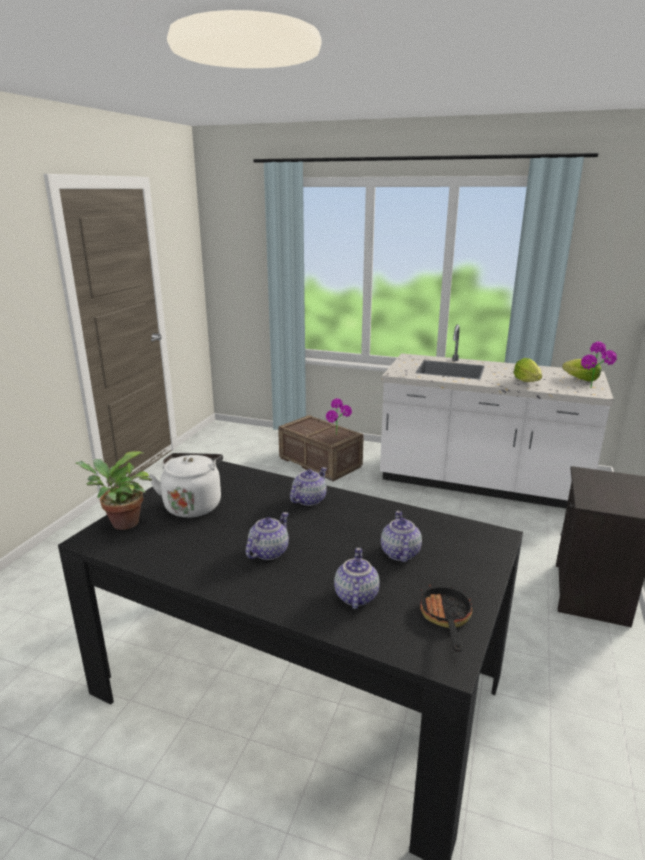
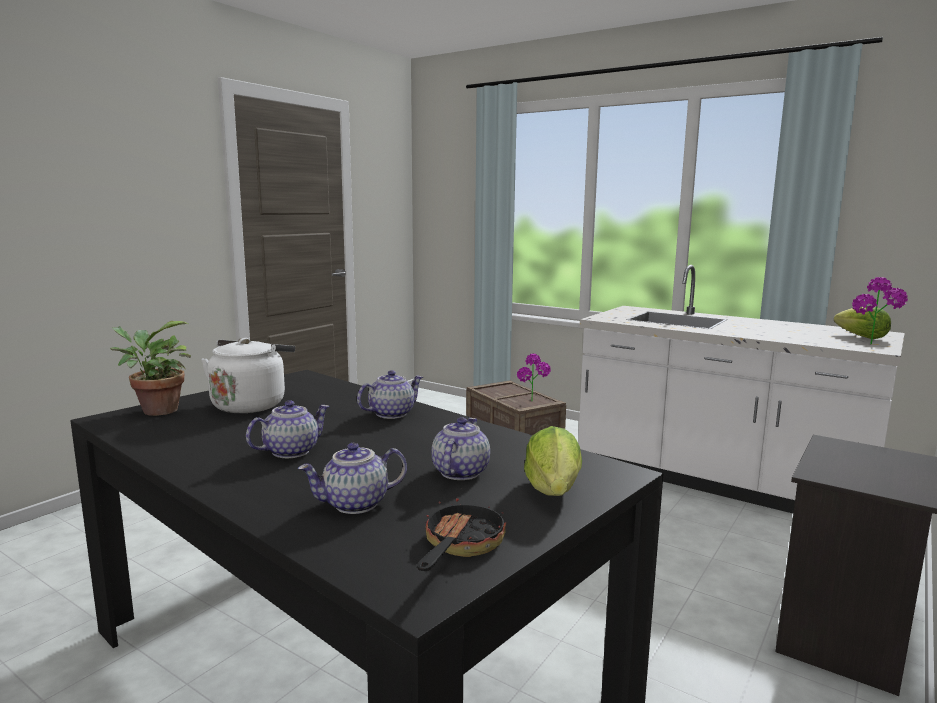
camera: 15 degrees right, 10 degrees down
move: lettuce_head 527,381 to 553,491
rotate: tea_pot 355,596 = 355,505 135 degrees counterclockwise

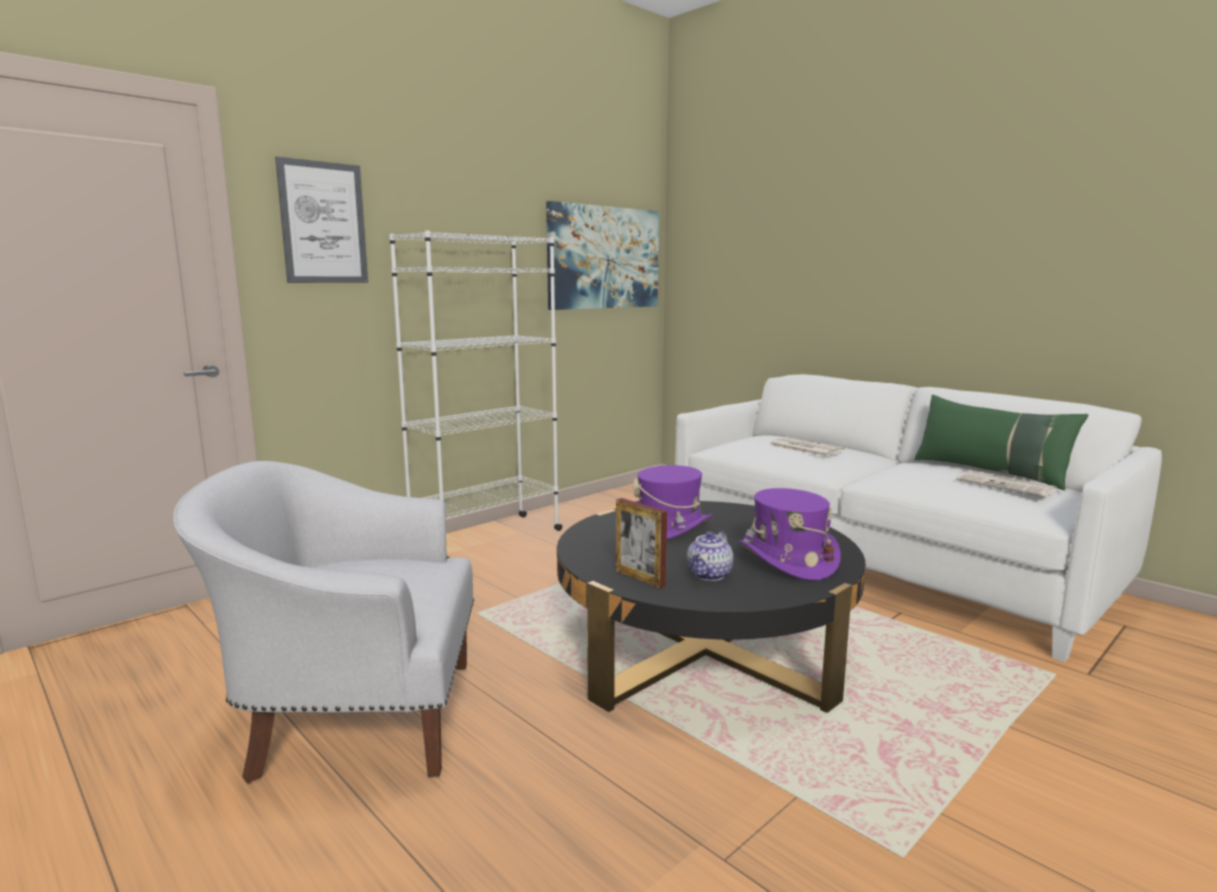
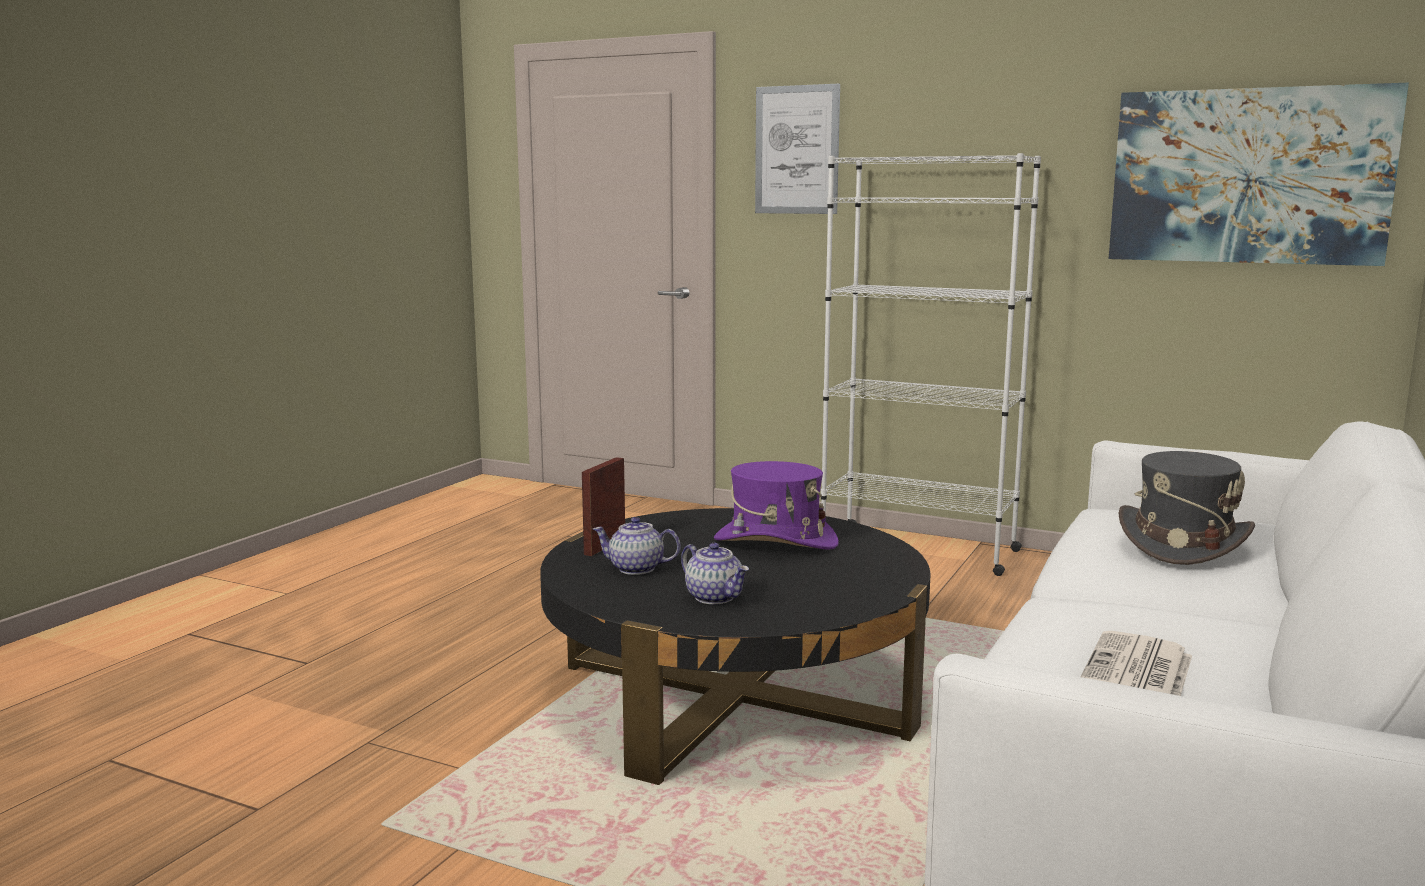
camera: 70 degrees right, 0 degrees up
delete: whitish_armchair 356,717; green-coloured_cushion 990,472
replace: purplish_hat 787,560 to tea_pot 715,597; printed_paper 804,448 to gray_hat 1182,543

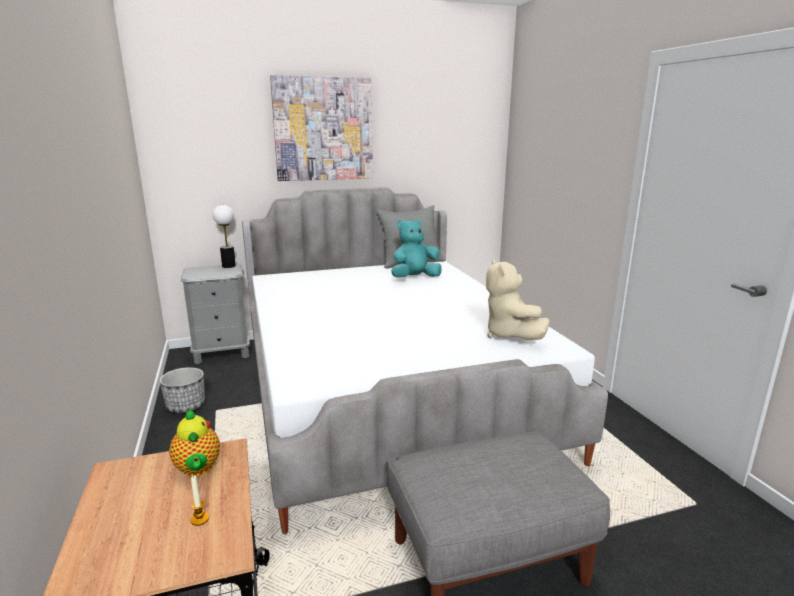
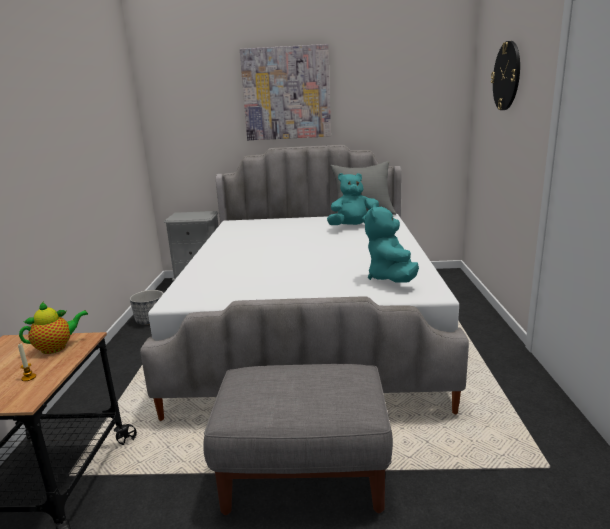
camera: 20 degrees right, 0 degrees up
delete: lamp_for_a_table 229,266
insert: clock_on_the_wall 507,76
recolor: beige-coloured_soft_toy 510,335 to turquoise-coloured_soft_toy 391,279
rotate: tea_pot 198,469 = 57,347 120 degrees counterclockwise

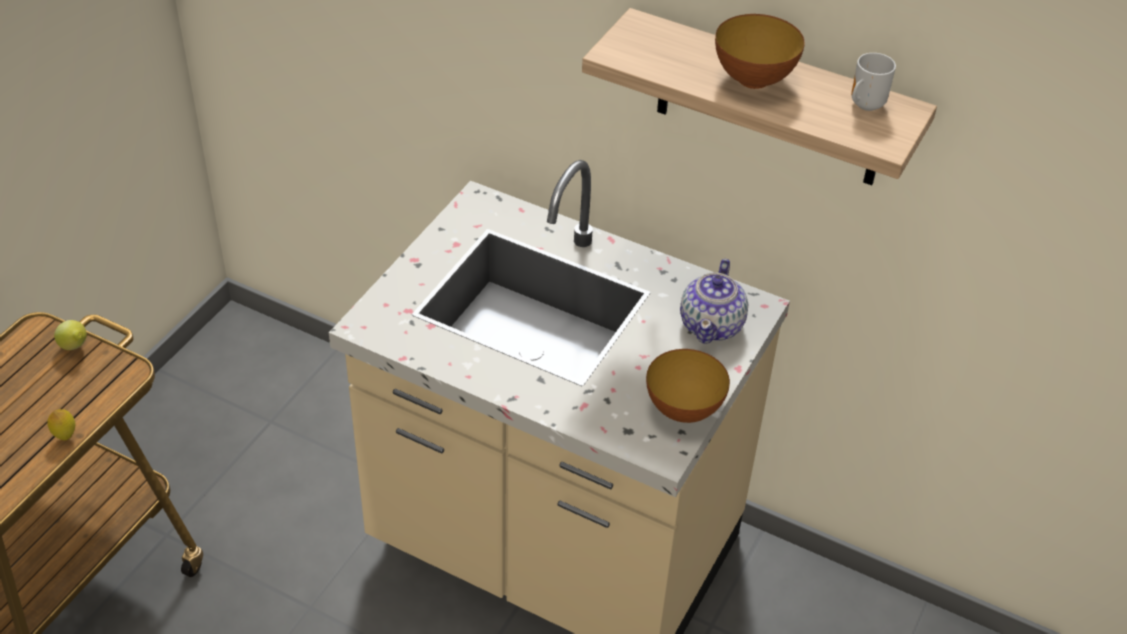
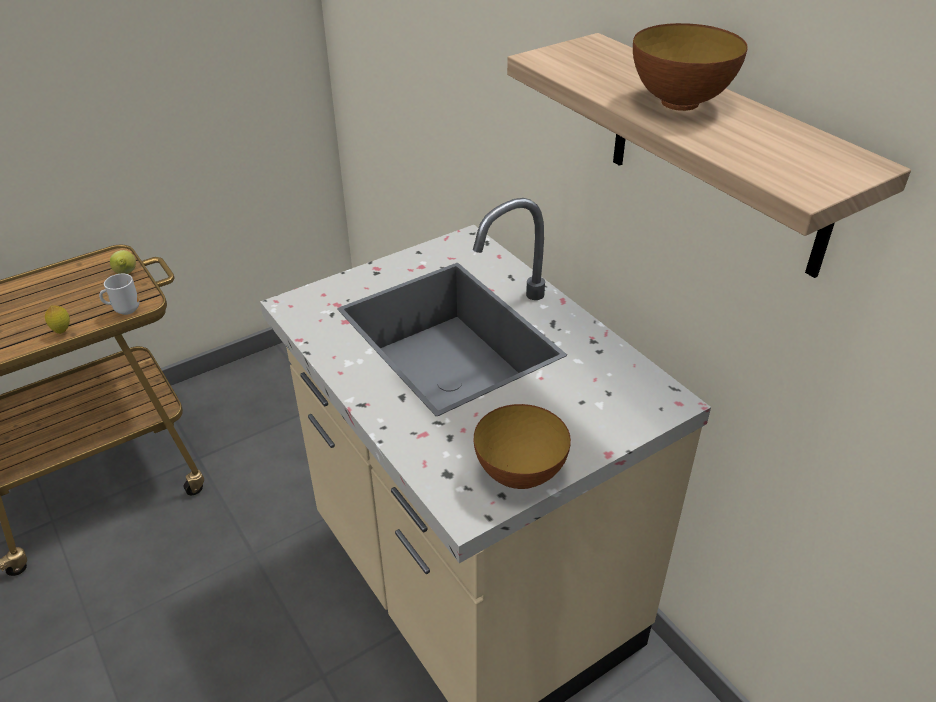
camera: 30 degrees right, 5 degrees down
delete: tea_pot 712,325
move: coffee_mug 864,105 to 125,310

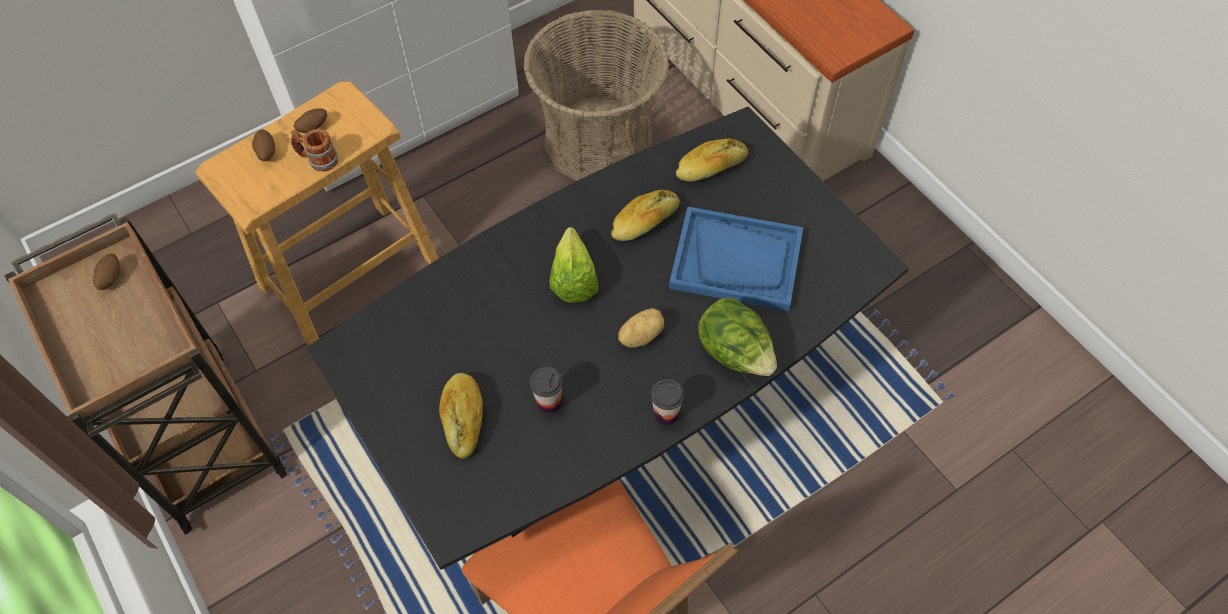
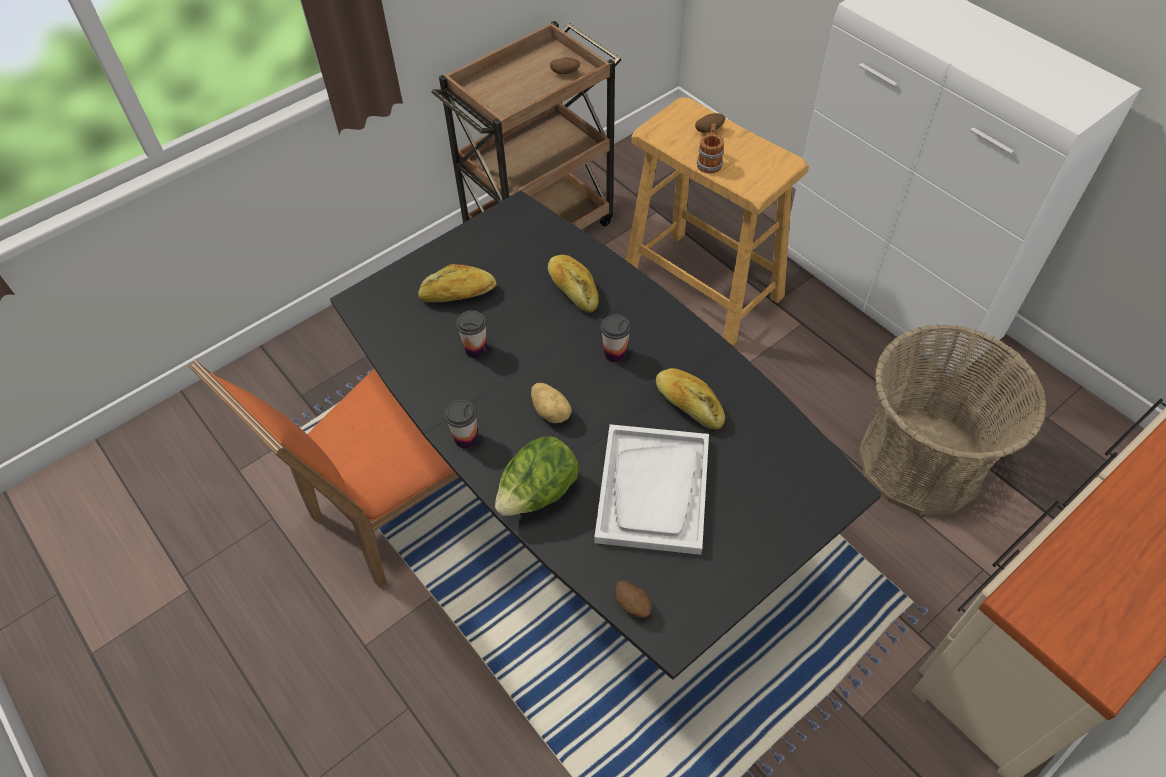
camera: 85 degrees right, 5 degrees down
move: potato 313,127 to 632,605; bakery_bread 711,168 to 573,289
replace: lettuce_head 575,274 to drinking_cup 615,353
recolor: blue_tray 736,260 to whitish_tray 653,490

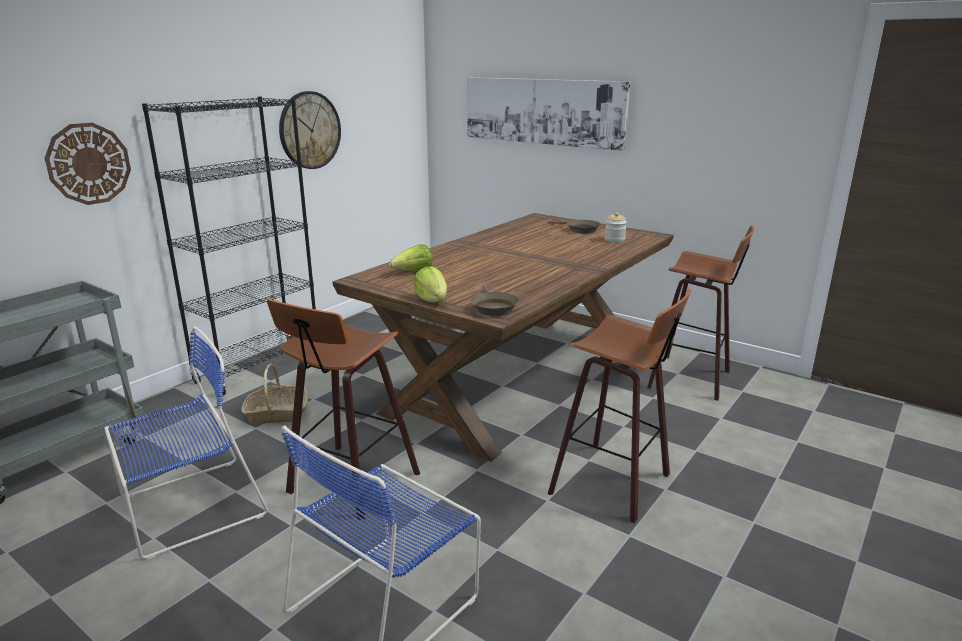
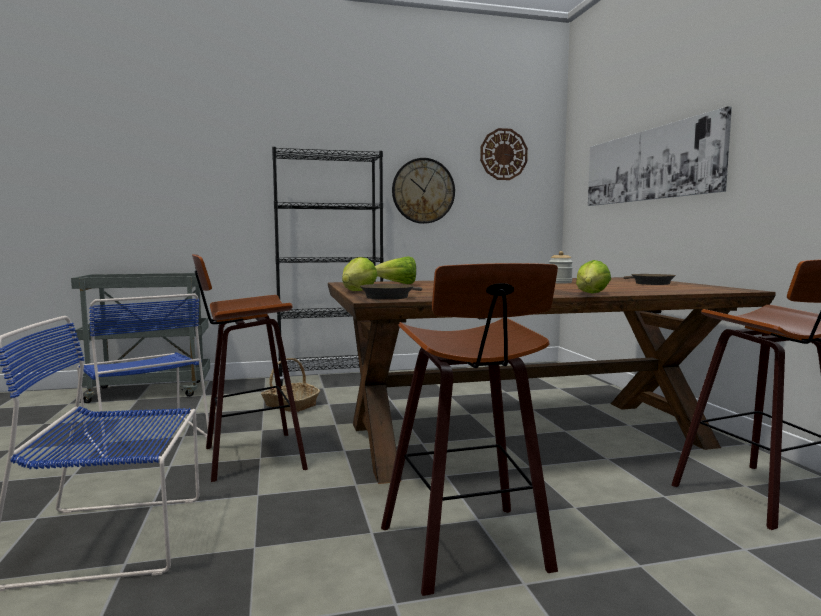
camera: 40 degrees right, 15 degrees down
insert: lettuce_head 591,294
move: clock_on_the_wall 89,164 to 503,154; storage_jar 614,240 to 560,282
rotate: blue_chair 188,508 = 145,434 45 degrees clockwise

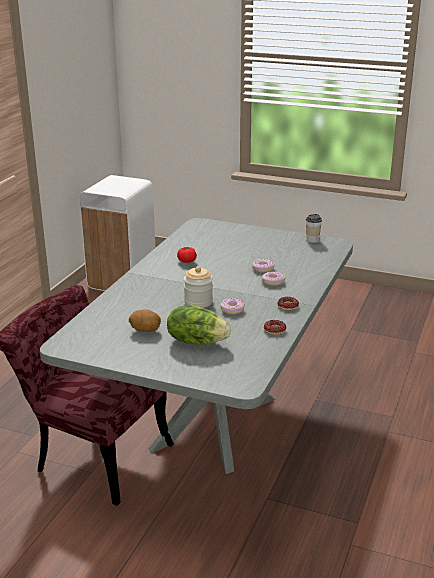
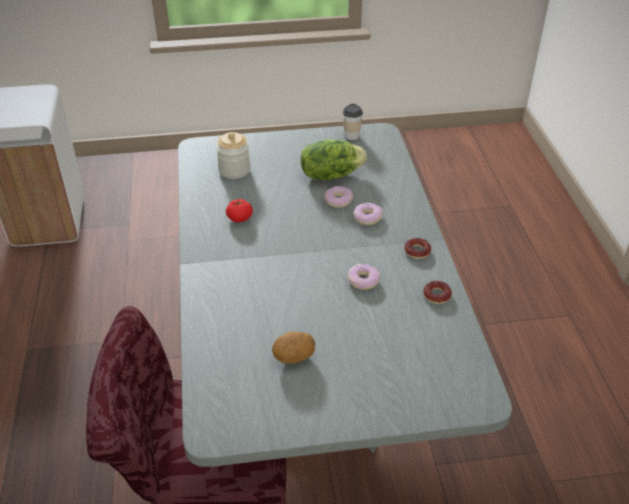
camera: 30 degrees left, 15 degrees up
move: lettuce_head 197,341 to 330,174; storage_jar 198,302 to 234,170

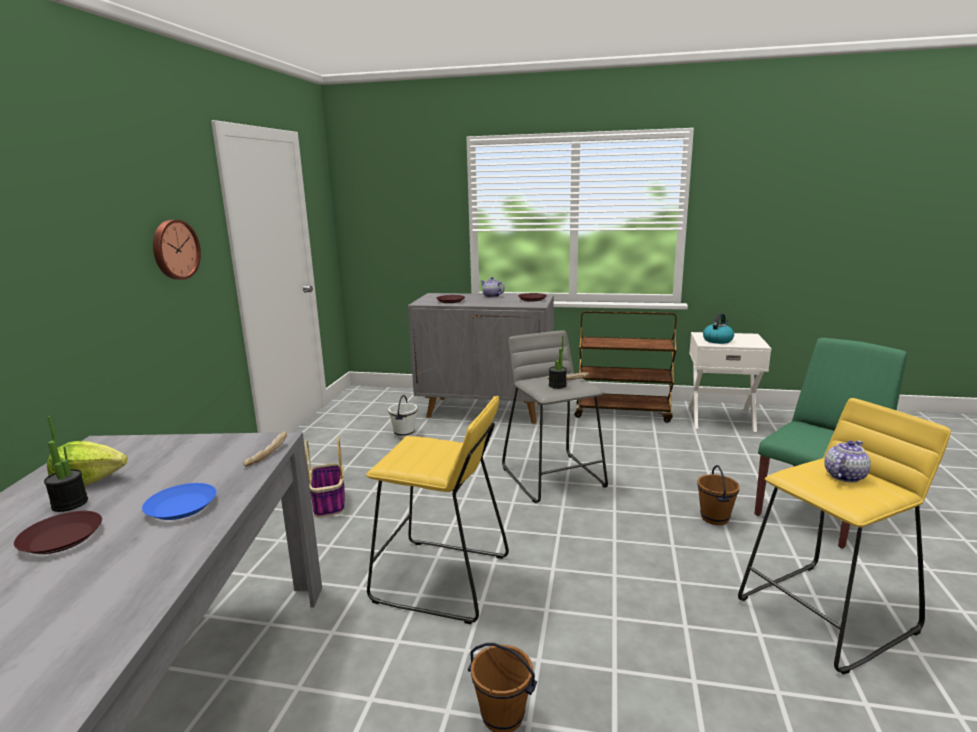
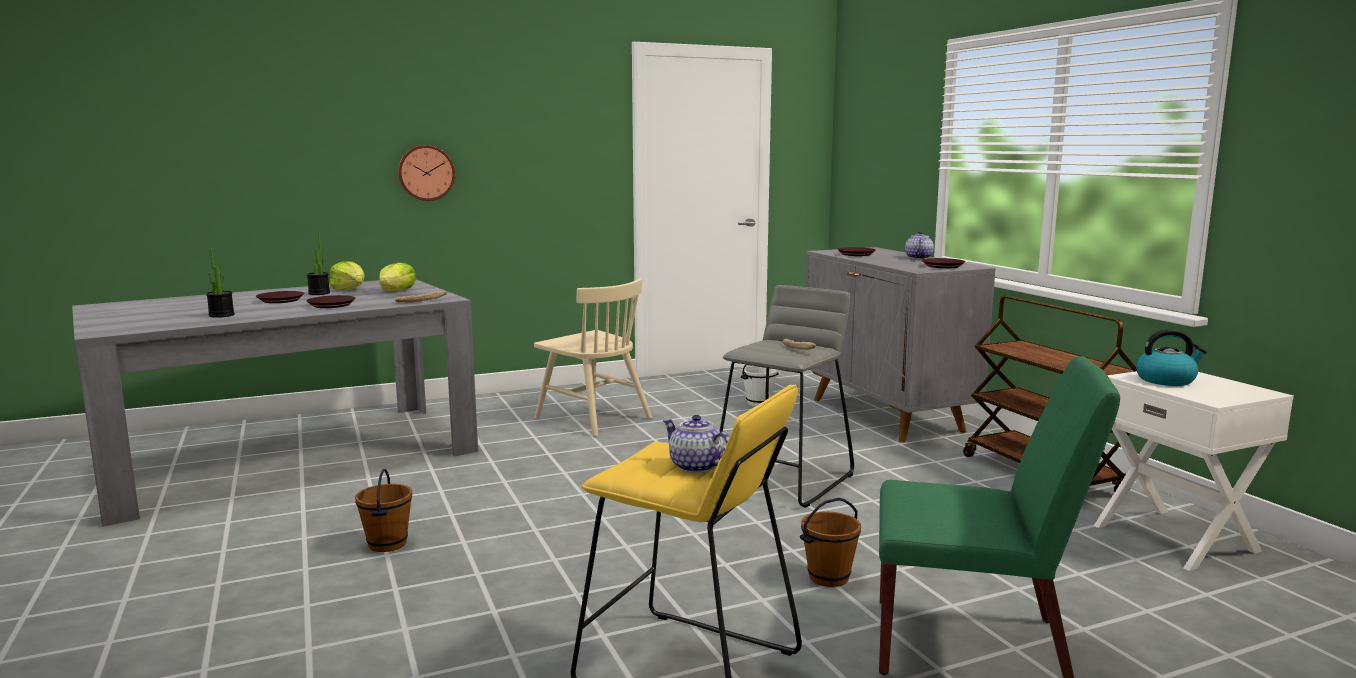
camera: 55 degrees right, 5 degrees down
delete: yellowish_stool 441,579
insert: lettuce_head 396,291
move: clock_on_the_wall 174,249 to 426,173; plant_in_a_pot 557,385 to 221,315
replace: household_basket 329,503 to beige-coloured_chair 593,418
recolor: blue_dinner_plate 182,507 to brown-coloured_dinner_plate 331,305
rotate: tea_pot 844,476 = 695,466 150 degrees counterclockwise

